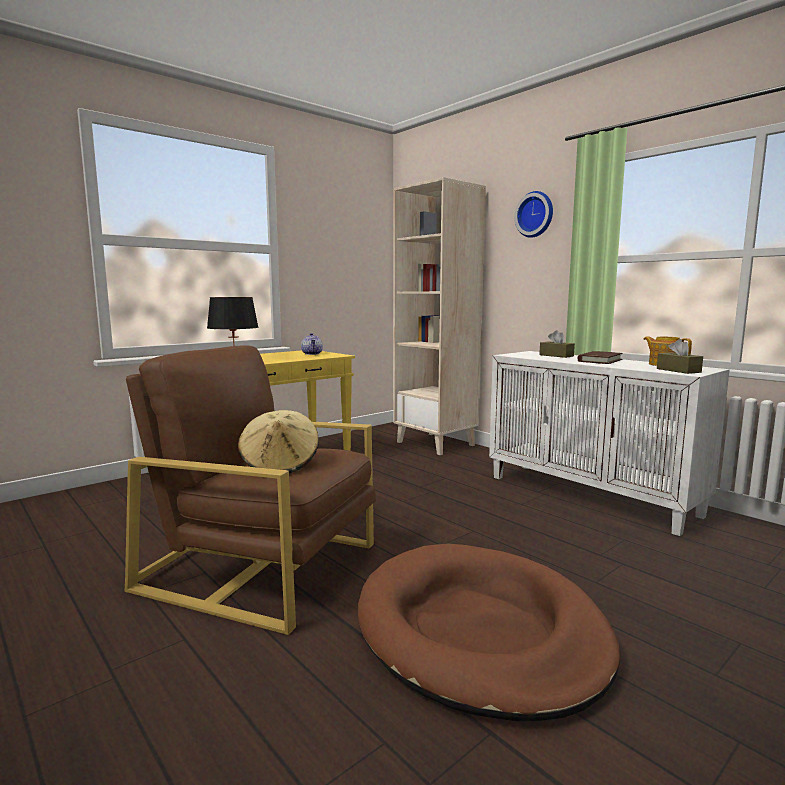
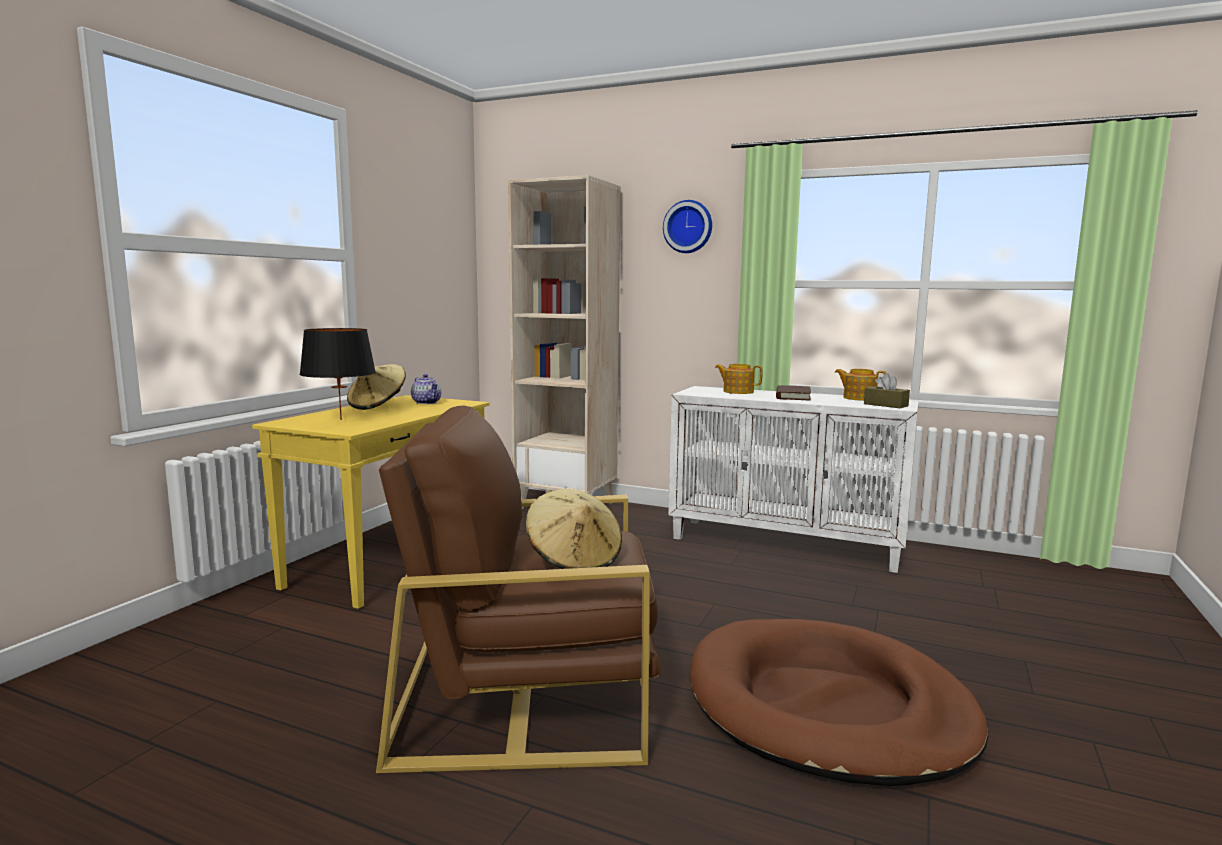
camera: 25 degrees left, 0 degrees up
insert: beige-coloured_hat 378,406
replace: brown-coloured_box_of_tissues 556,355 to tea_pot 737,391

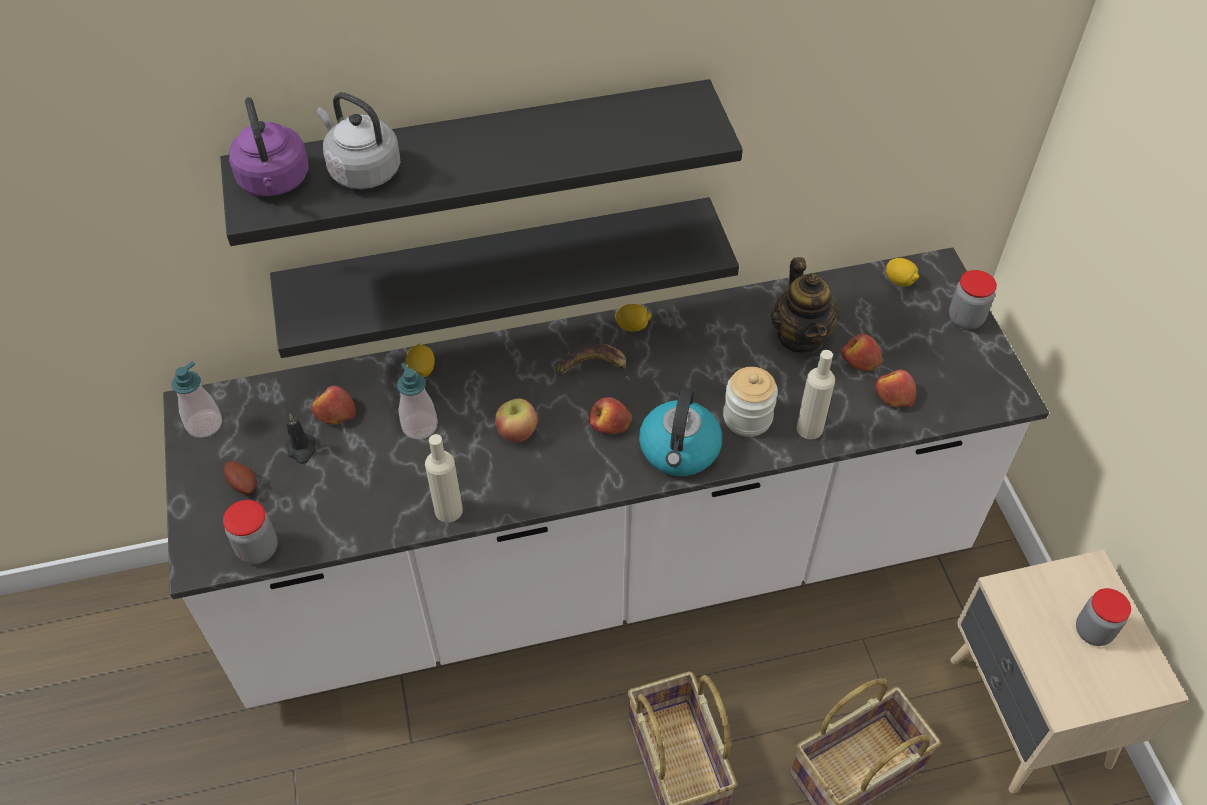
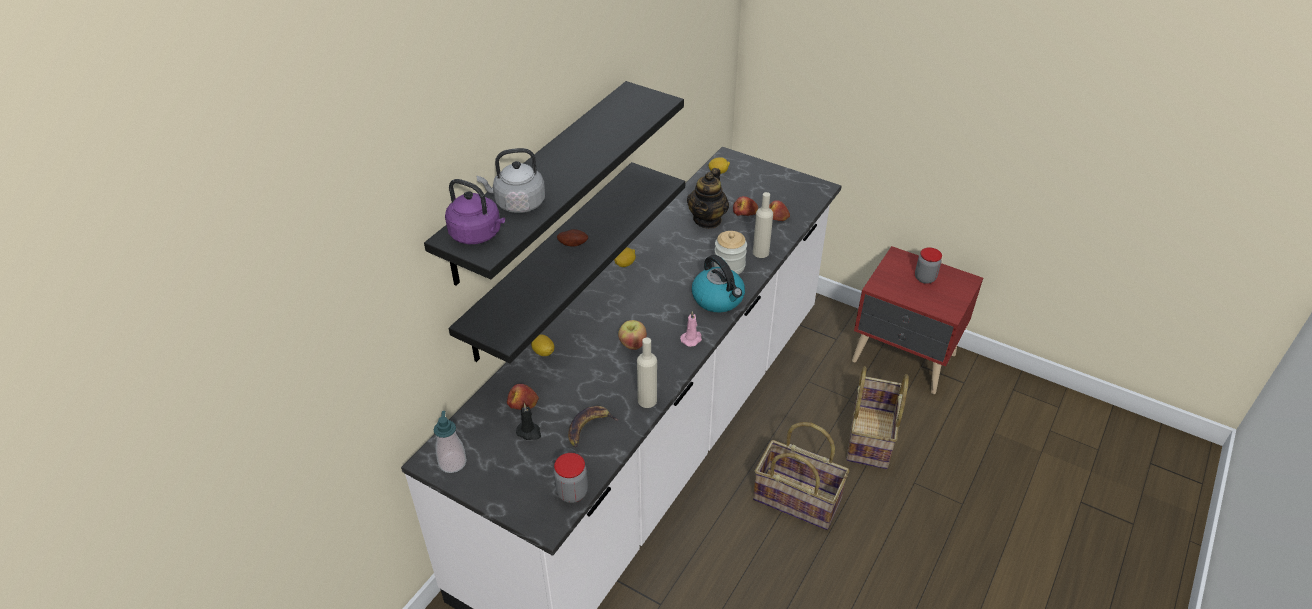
camera: 45 degrees left, 10 degrees down
delete: soap_dispenser 419,426; apple 610,423; storage_jar 965,318
insert: pinkish_wax_candle 692,339
move: potato 243,484 to 573,243; banana_fruit 593,366 to 589,427
recolor: beige-coloured_night_table 1026,715 to reddish_night_table 904,360
rotate: tea_pot 801,337 = 707,220 75 degrees clockwise

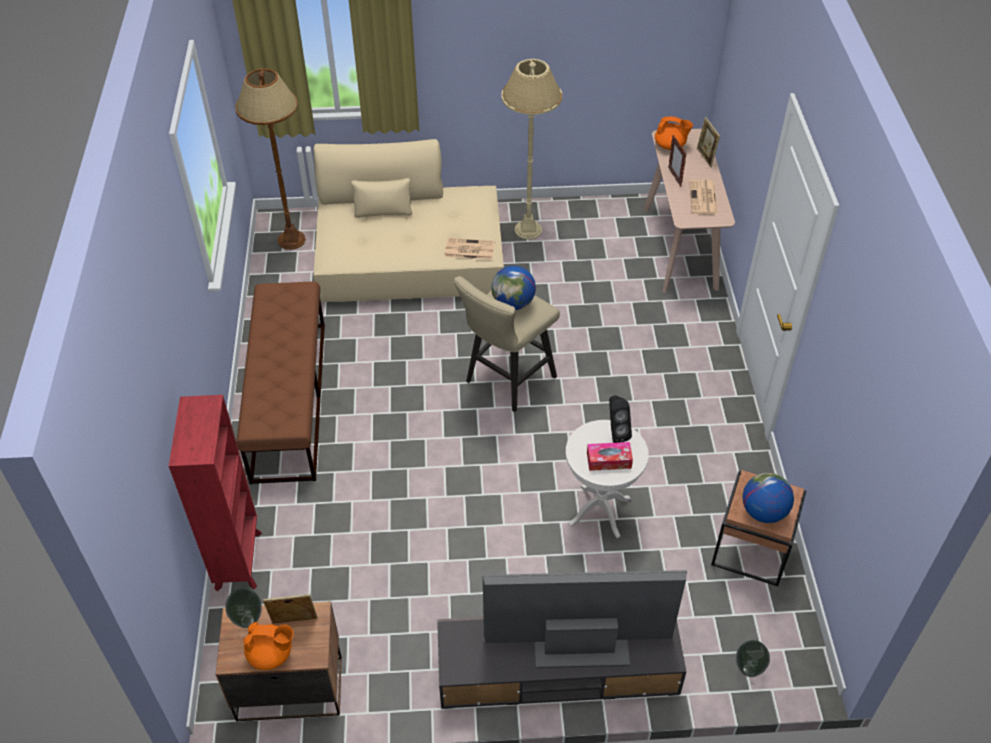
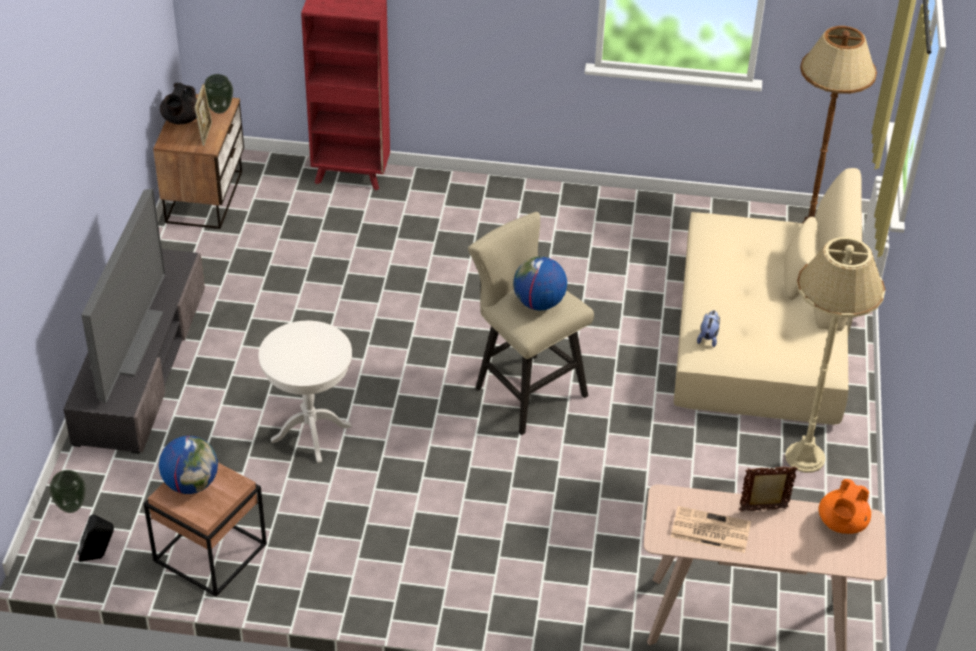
camera: 100 degrees right, 5 degrees down
delete: brown-coloured_long_seat 289,399; box_of_tissues 609,460; photo_frame 705,158
move: blackish_audio_speaker 616,433 to 99,556
replace: printed_paper 468,249 to soft_toy 708,337
recolor: orange-coloured_tea_pot 271,654 to blackish_tea_pot 181,120

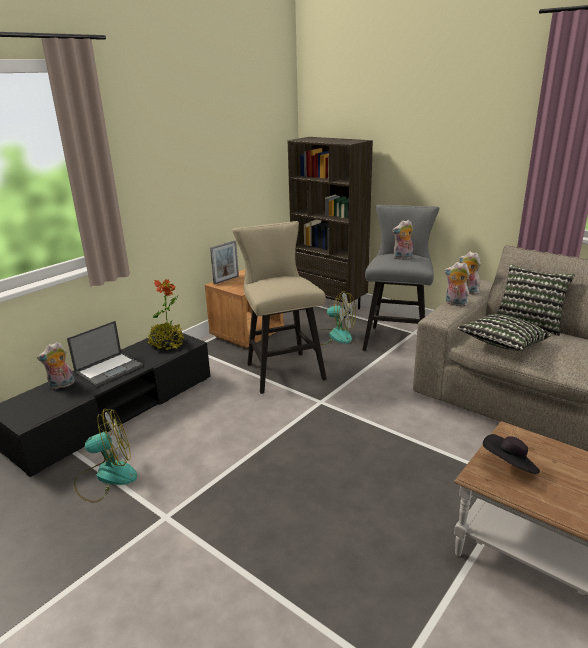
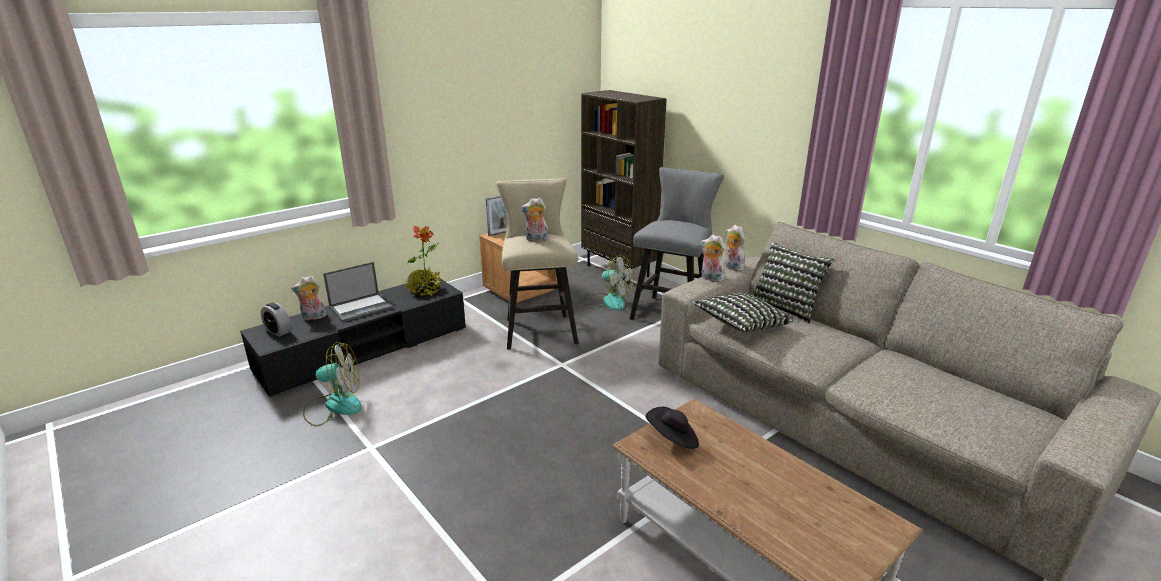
camera: 10 degrees right, 0 degrees up
insert: bedside_clock 278,331
move: soft_toy 402,258 to 536,240

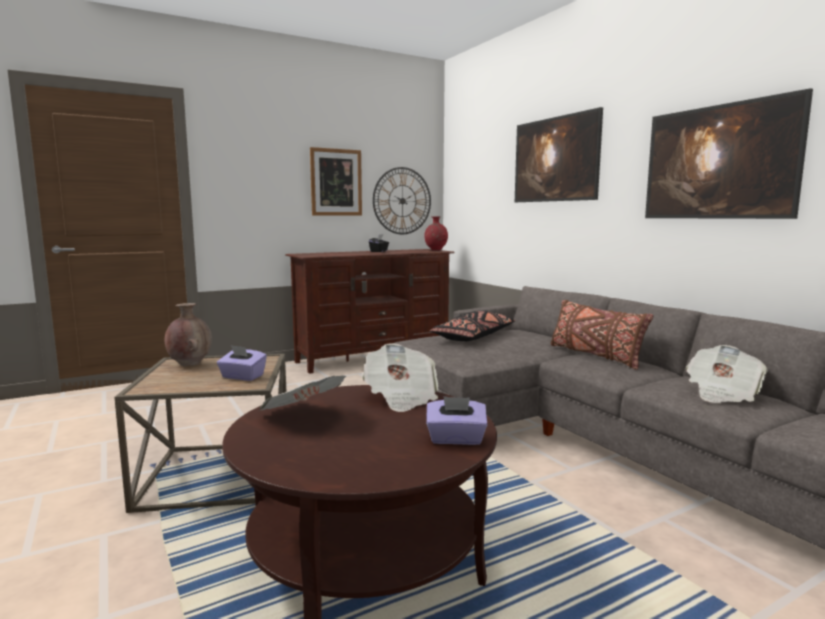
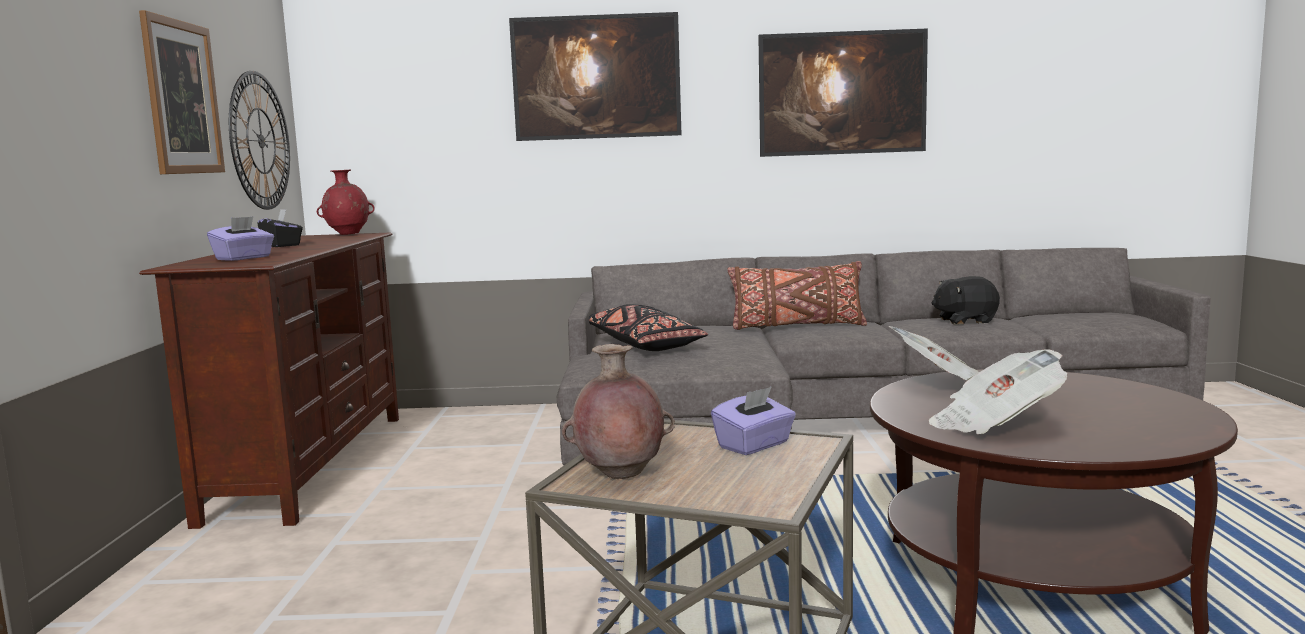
camera: 60 degrees left, 0 degrees up
move: purplish_box_of_tissues 456,439 to 244,258
replace: printed_paper 722,393 to blackish_soft_toy 965,321

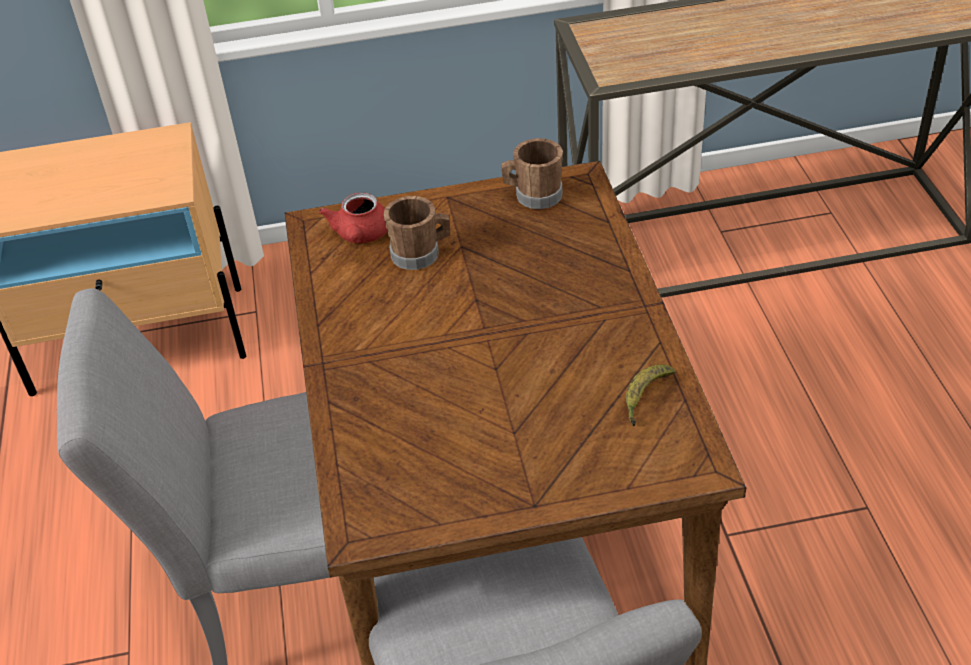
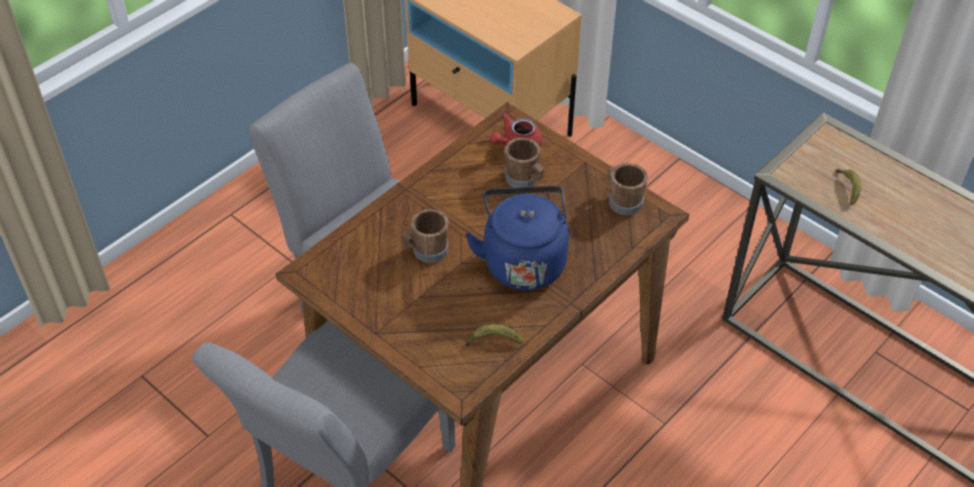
camera: 50 degrees right, 5 degrees up
insert: brown-coloured_coffee_mug 426,251; blue_water_kettle 523,261; banana_fruit 848,188

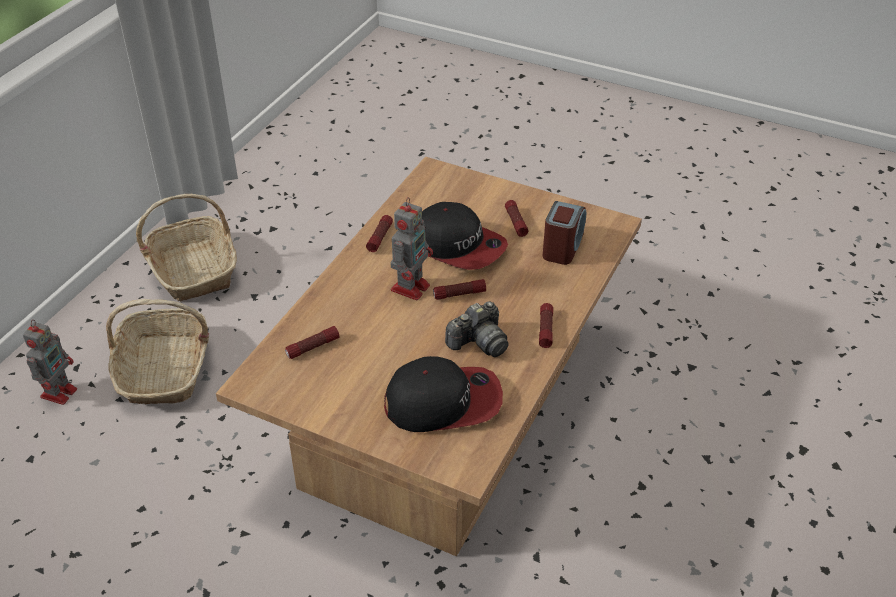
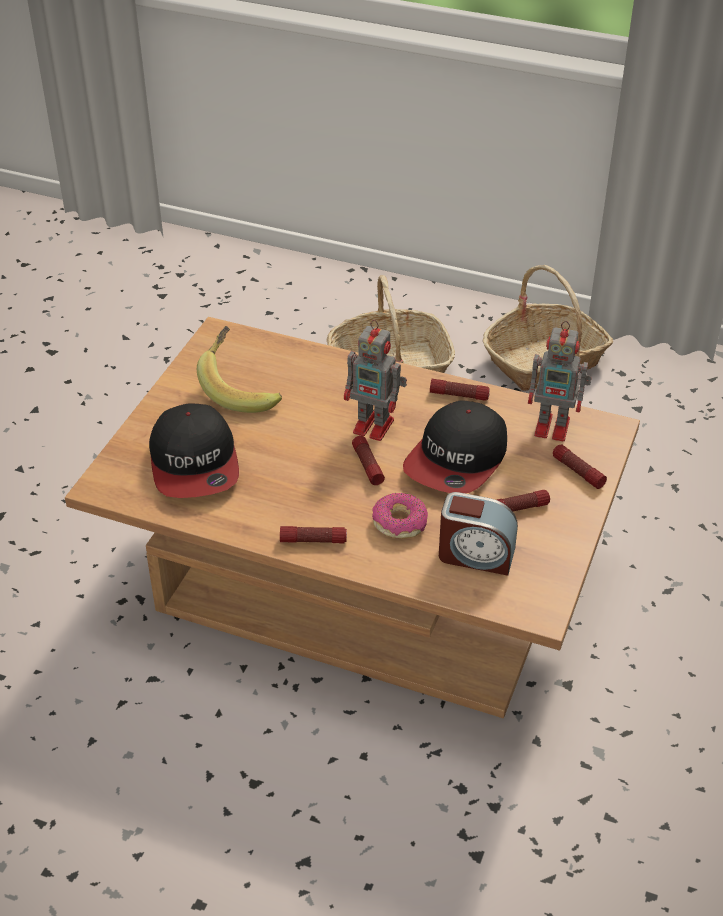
camera: 85 degrees right, 0 degrees up
delete: photo_camera 479,342
insert: banana_fruit 241,388; ring_doughnut 399,522
move: model_robot 60,391 to 554,427; torch 312,347 to 577,472

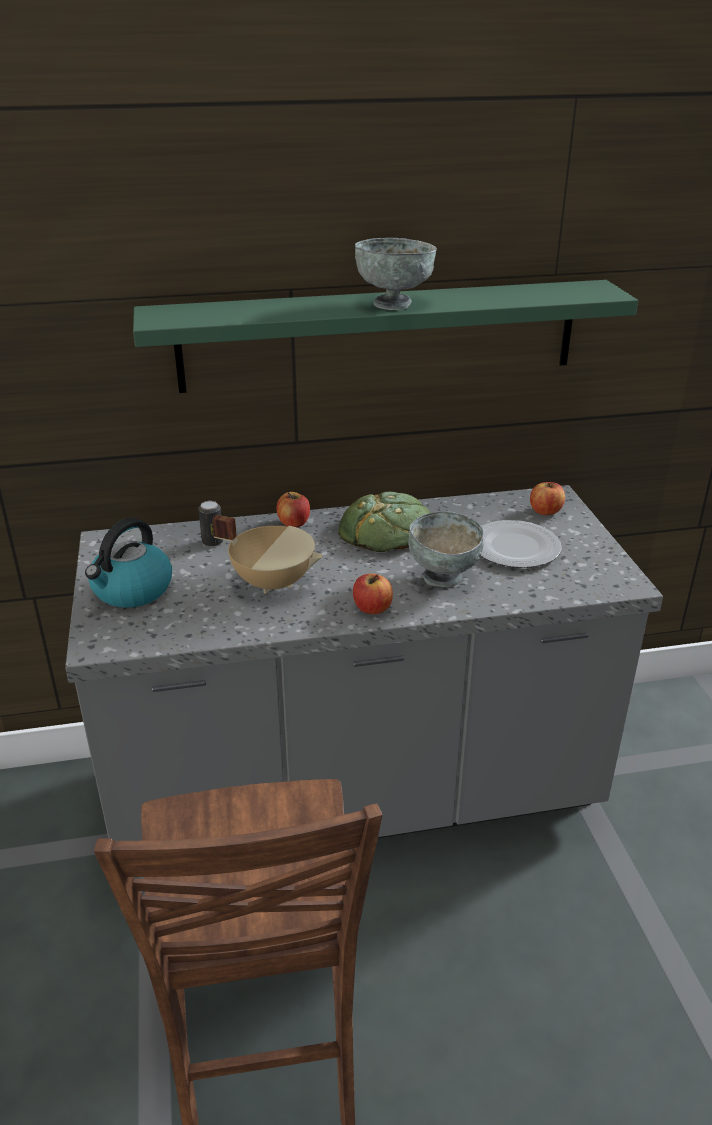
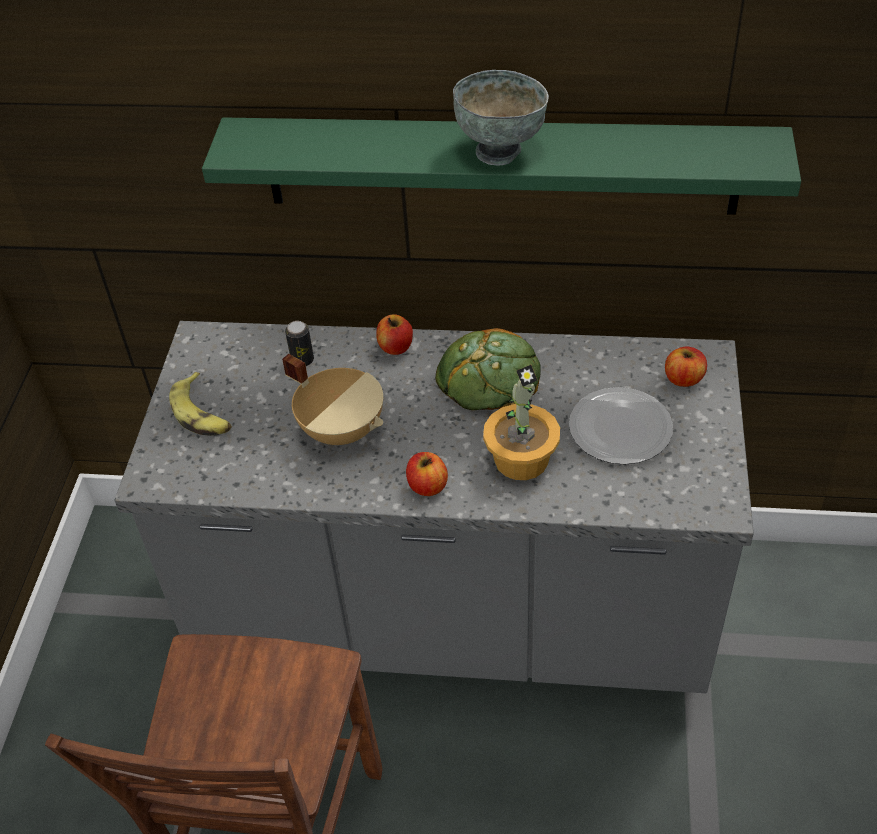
camera: 20 degrees right, 15 degrees up
replace: water_kettle 132,590 to banana_fruit 202,414; gray_deep_dish 444,578 to plant_in_a_pot 521,458

